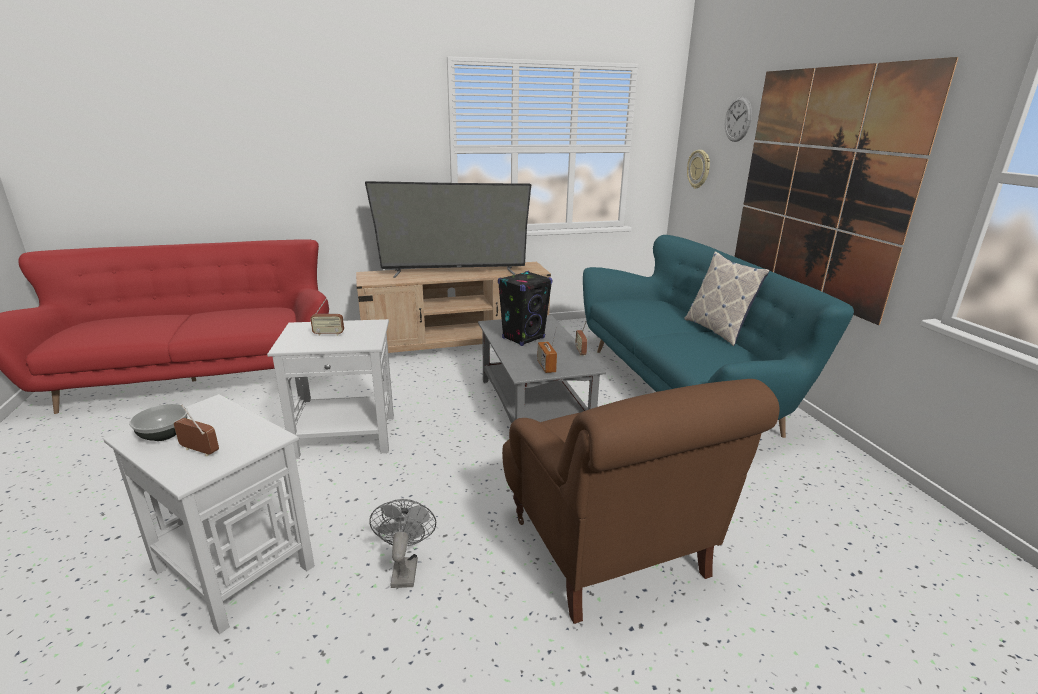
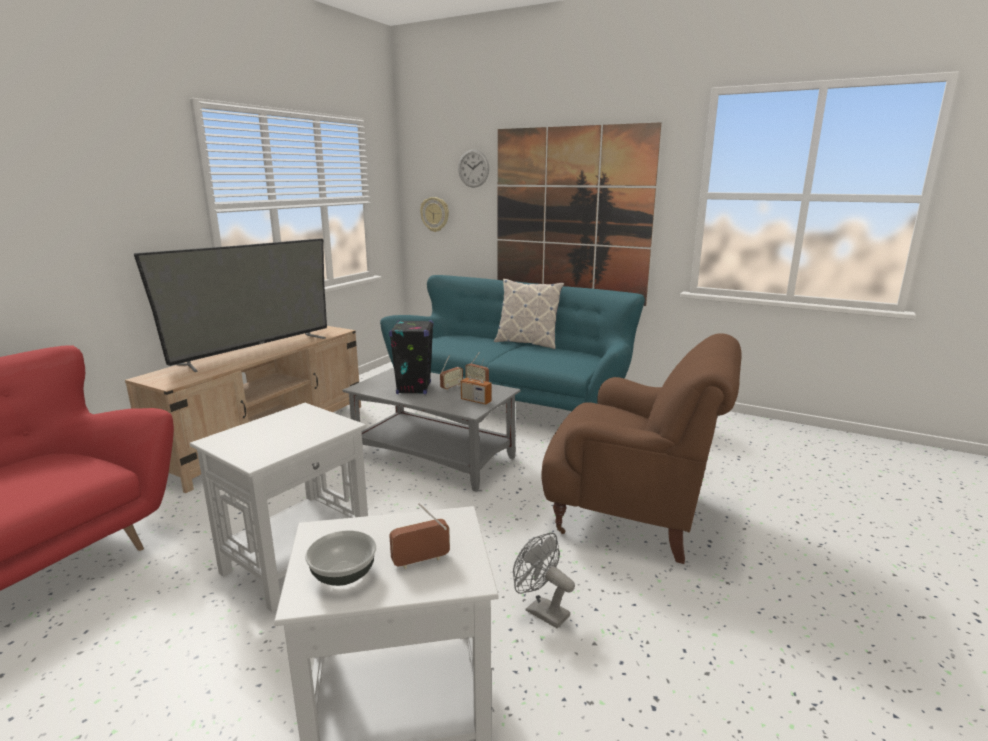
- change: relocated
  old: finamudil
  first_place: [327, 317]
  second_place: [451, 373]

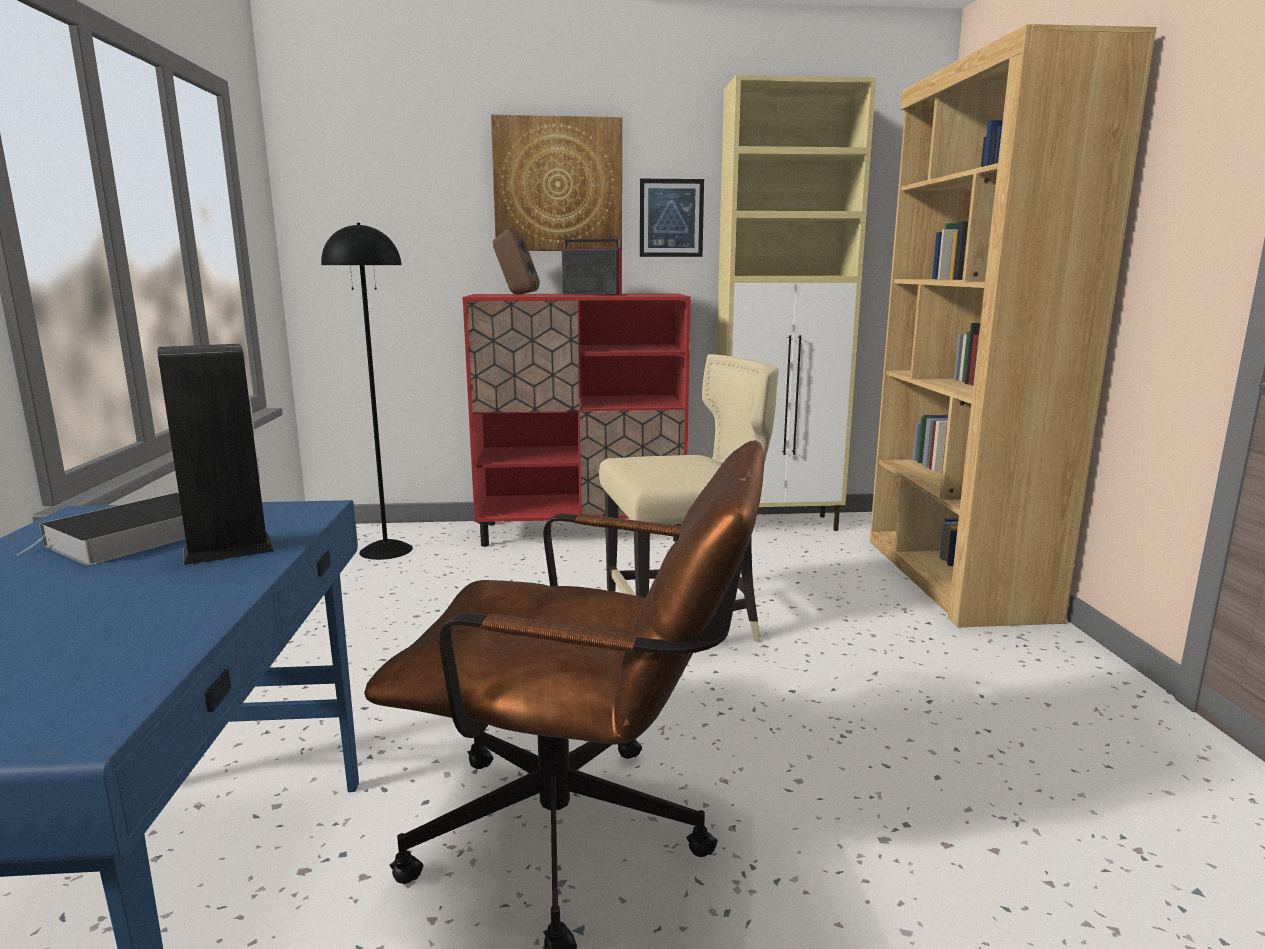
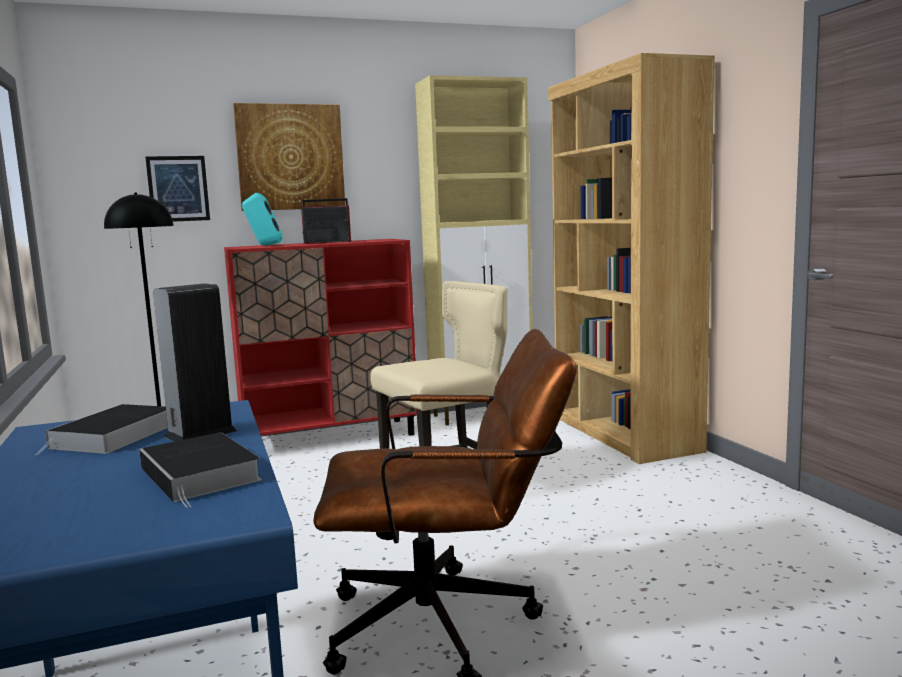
- change: colour
  old: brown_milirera
  new: turquoise_milirera
  first_place: [516, 261]
  second_place: [262, 219]
- change: relocated
  old: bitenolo
  first_place: [672, 218]
  second_place: [177, 189]
- change: appeared
  new: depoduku
  second_place: [200, 470]

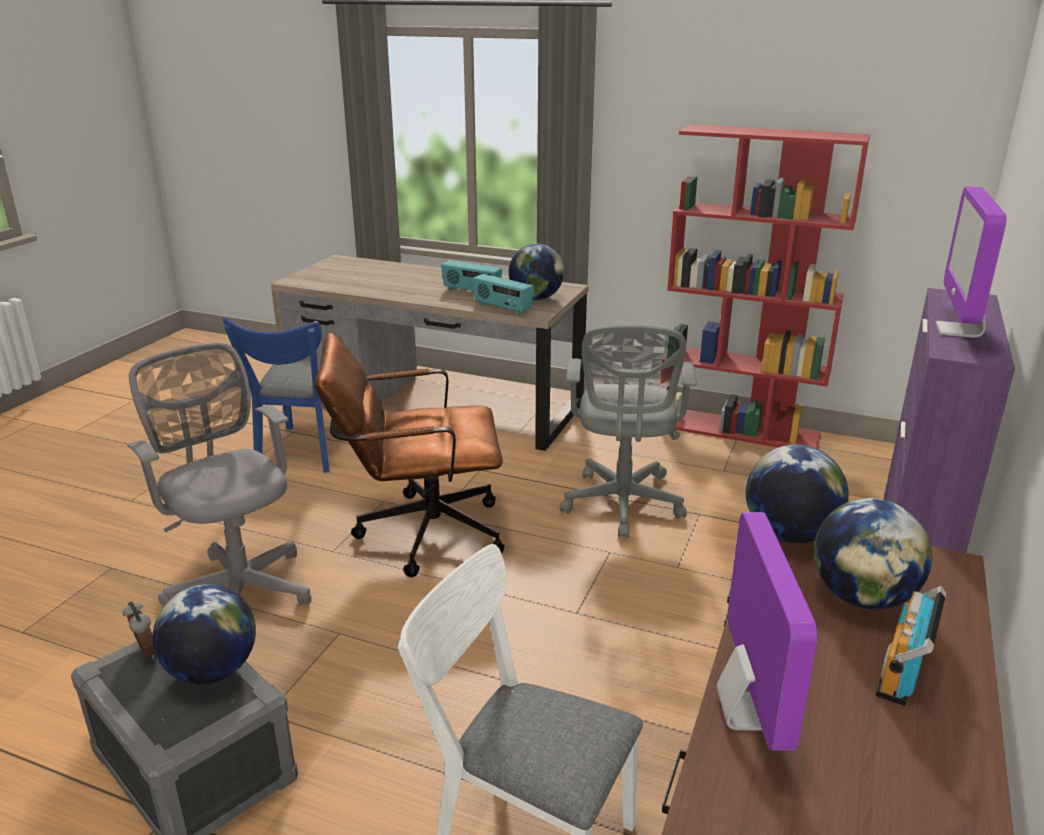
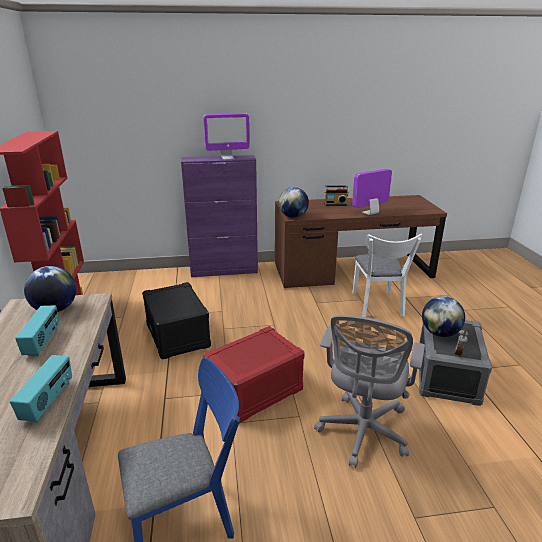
- change: exchanged
  old: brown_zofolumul
  new: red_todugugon
  first_place: [410, 455]
  second_place: [254, 374]
- change: relocated
  old: finamudil
  first_place: [503, 294]
  second_place: [41, 389]
- change: exchanged
  old: grey_zofolumul
  new: black_todugugon
  first_place: [628, 431]
  second_place: [176, 320]
- change: missing
  old: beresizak
  first_place: [873, 553]

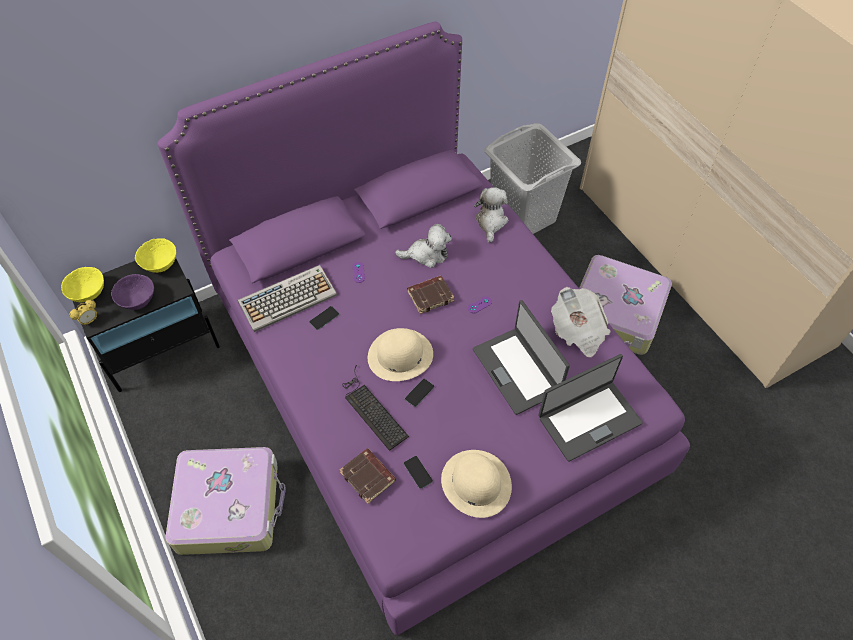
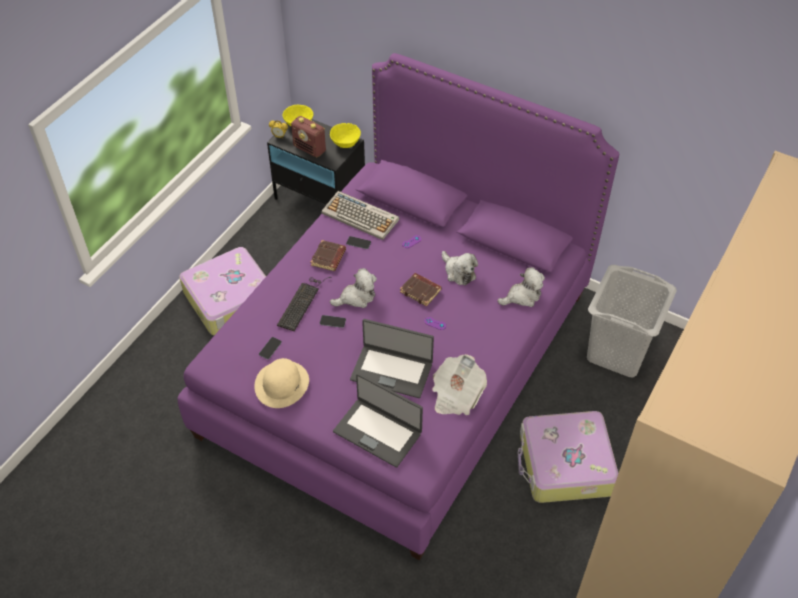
- change: exchanged
  old: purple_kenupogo
  new: finamudil
  first_place: [132, 292]
  second_place: [308, 136]
- change: relocated
  old: brown_depoduku
  first_place: [368, 476]
  second_place: [328, 255]
- change: exchanged
  old: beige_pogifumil
  new: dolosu
  first_place: [400, 354]
  second_place: [353, 288]
- change: spun
  old: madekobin
  first_place: [521, 357]
  second_place: [392, 358]
  degrees: -105

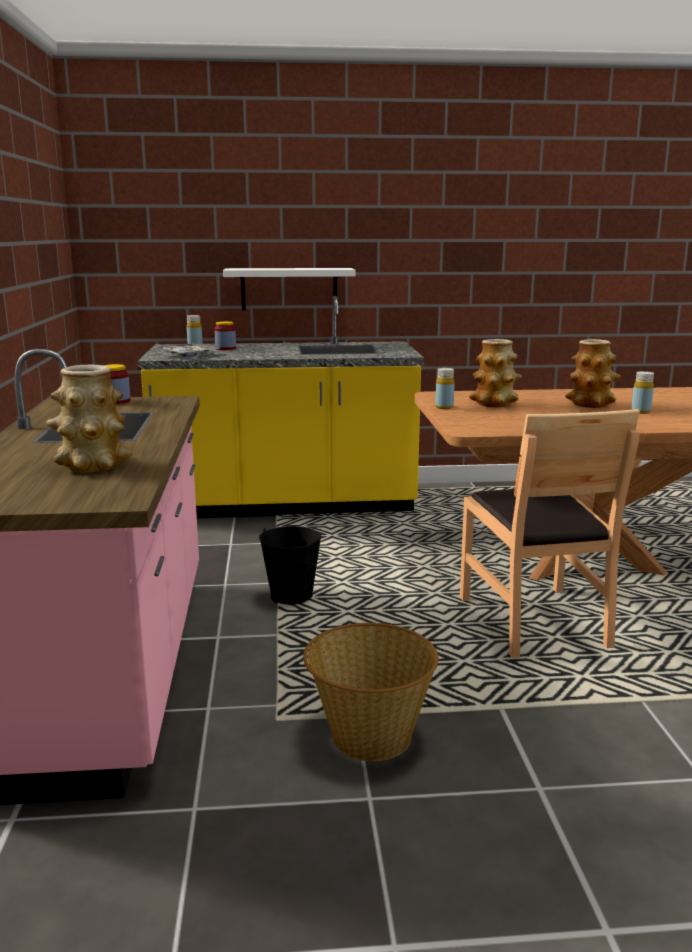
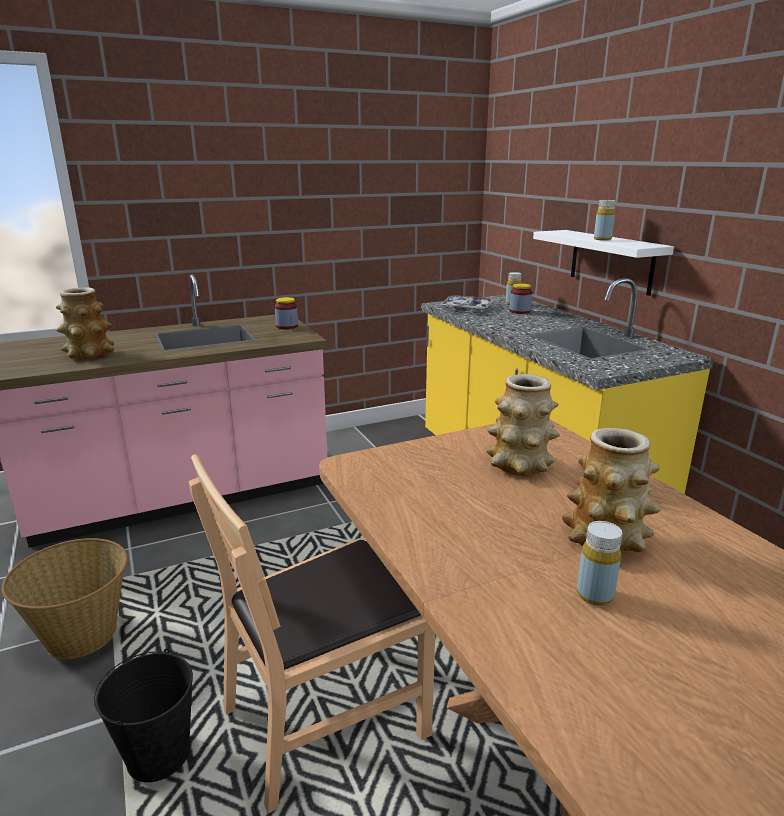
- change: relocated
  old: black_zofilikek
  first_place: [290, 565]
  second_place: [143, 715]
- change: relocated
  old: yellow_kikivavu
  first_place: [445, 388]
  second_place: [605, 220]

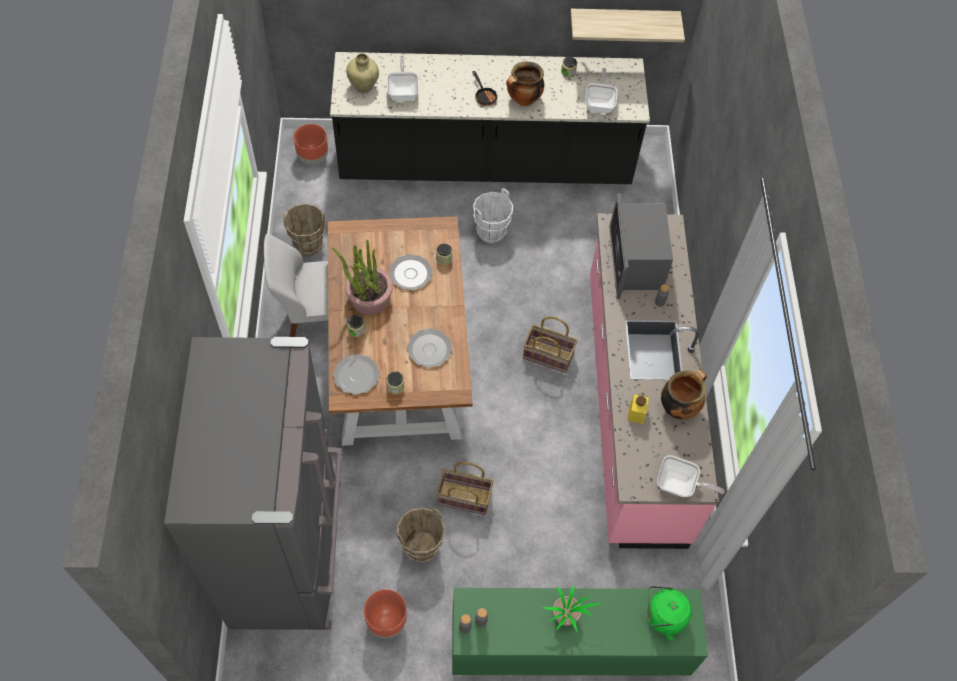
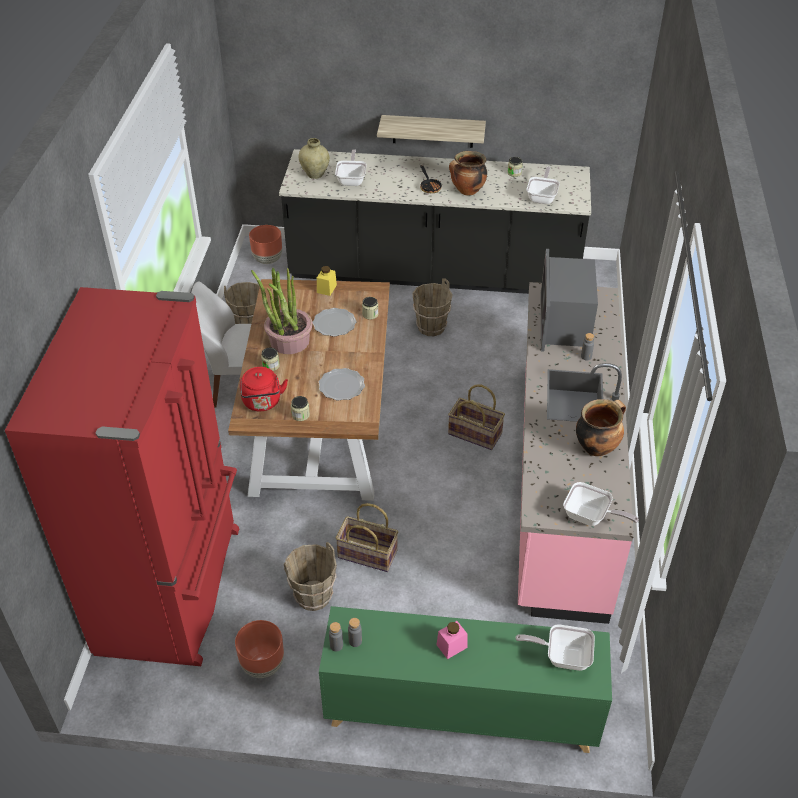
- change: colour
  old: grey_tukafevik
  new: red_tukafevik
  first_place: [253, 483]
  second_place: [122, 476]
- change: exchanged
  old: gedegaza
  new: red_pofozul
  first_place: [356, 374]
  second_place: [264, 389]
- change: colour
  old: white_zofilikek
  new: brown_zofilikek
  first_place: [493, 215]
  second_place: [432, 307]
- change: exchanged
  old: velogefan
  new: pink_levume
  first_place: [571, 609]
  second_place: [452, 640]
- change: relocated
  old: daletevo
  first_place: [628, 25]
  second_place: [431, 131]
- change: relocated
  old: yellow_levume
  first_place: [638, 409]
  second_place: [327, 281]
- change: exchanged
  old: green_pofozul
  new: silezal
  first_place: [669, 613]
  second_place: [555, 648]

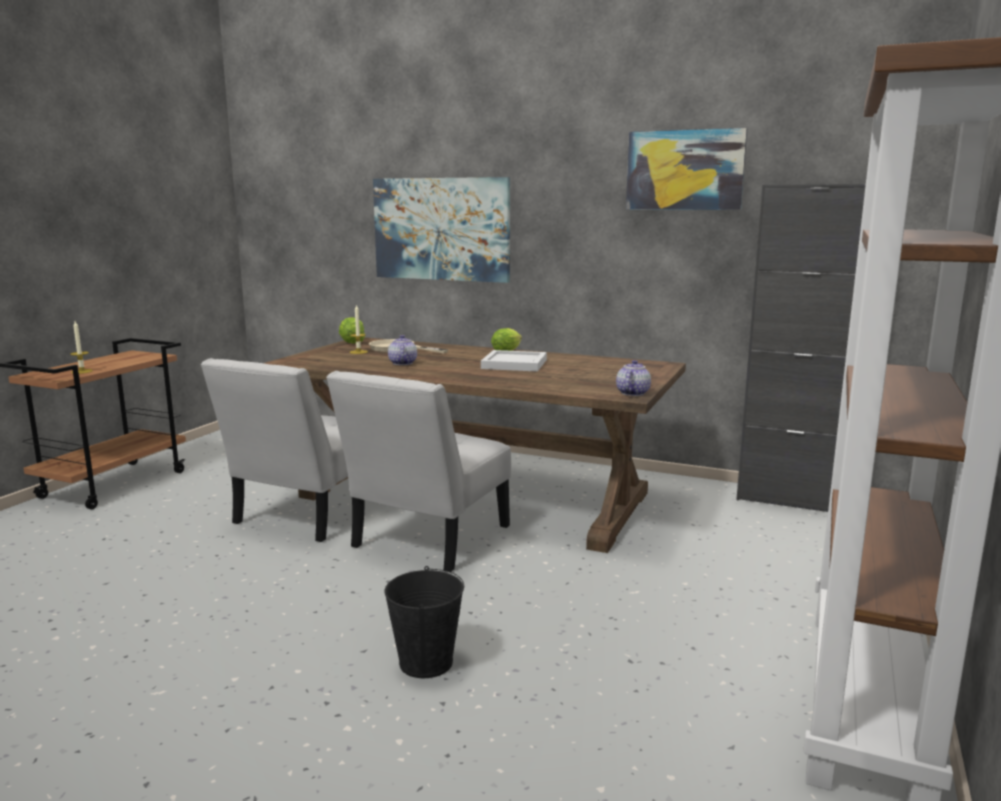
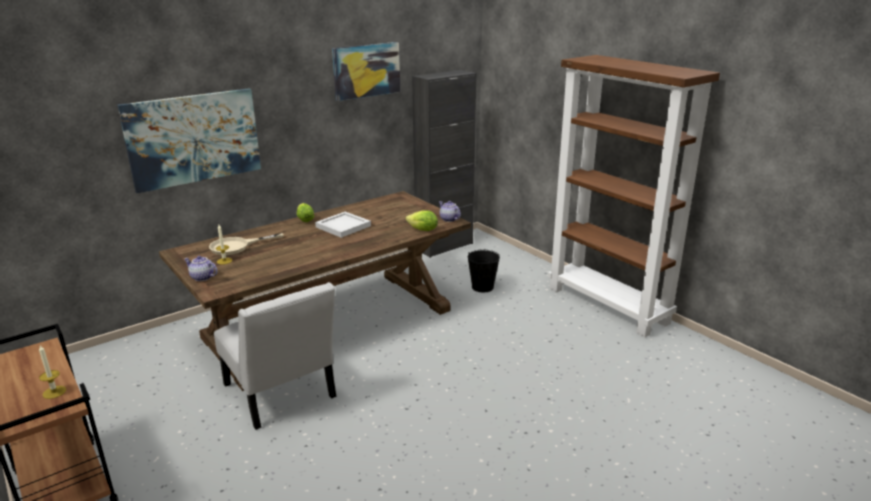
- change: missing
  old: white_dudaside
  first_place: [418, 471]
- change: relocated
  old: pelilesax
  first_place: [352, 330]
  second_place: [422, 220]
- change: relocated
  old: black_zofilikek
  first_place: [424, 622]
  second_place: [484, 271]
- change: relocated
  old: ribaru
  first_place: [402, 350]
  second_place: [201, 268]

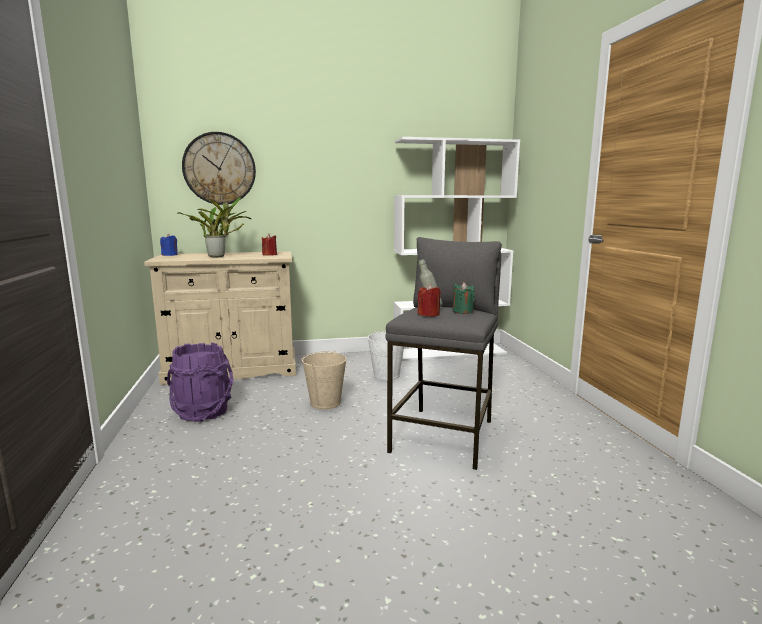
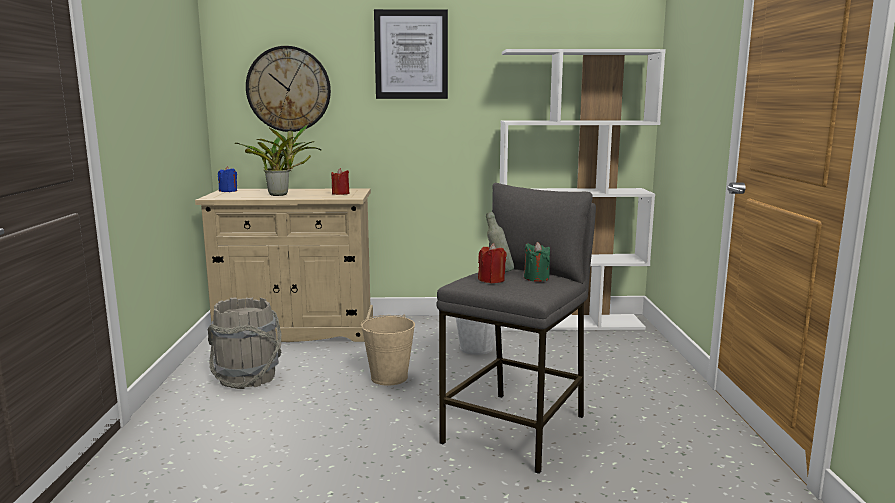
- change: colour
  old: purple_zofilikek
  new: grey_zofilikek
  first_place: [200, 382]
  second_place: [245, 343]
- change: appeared
  new: bitenolo
  second_place: [411, 54]

